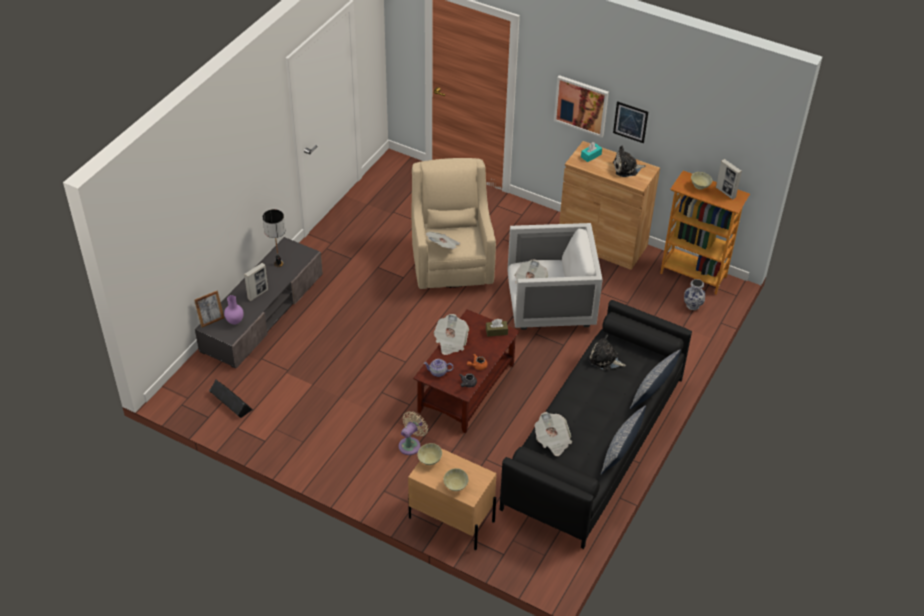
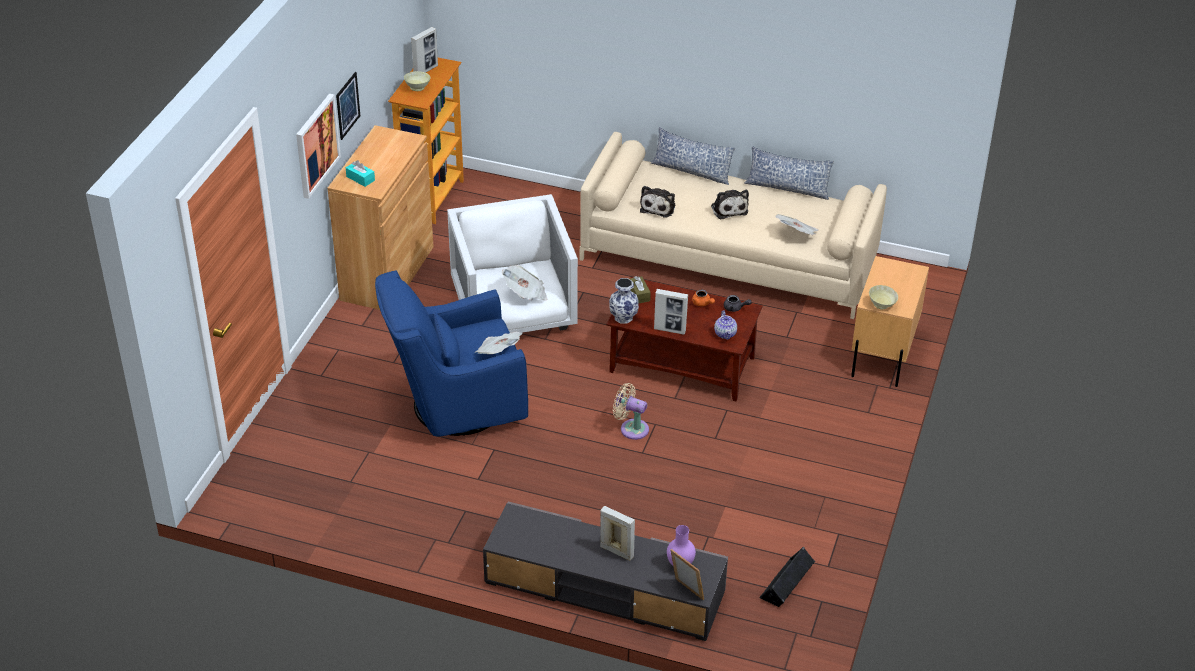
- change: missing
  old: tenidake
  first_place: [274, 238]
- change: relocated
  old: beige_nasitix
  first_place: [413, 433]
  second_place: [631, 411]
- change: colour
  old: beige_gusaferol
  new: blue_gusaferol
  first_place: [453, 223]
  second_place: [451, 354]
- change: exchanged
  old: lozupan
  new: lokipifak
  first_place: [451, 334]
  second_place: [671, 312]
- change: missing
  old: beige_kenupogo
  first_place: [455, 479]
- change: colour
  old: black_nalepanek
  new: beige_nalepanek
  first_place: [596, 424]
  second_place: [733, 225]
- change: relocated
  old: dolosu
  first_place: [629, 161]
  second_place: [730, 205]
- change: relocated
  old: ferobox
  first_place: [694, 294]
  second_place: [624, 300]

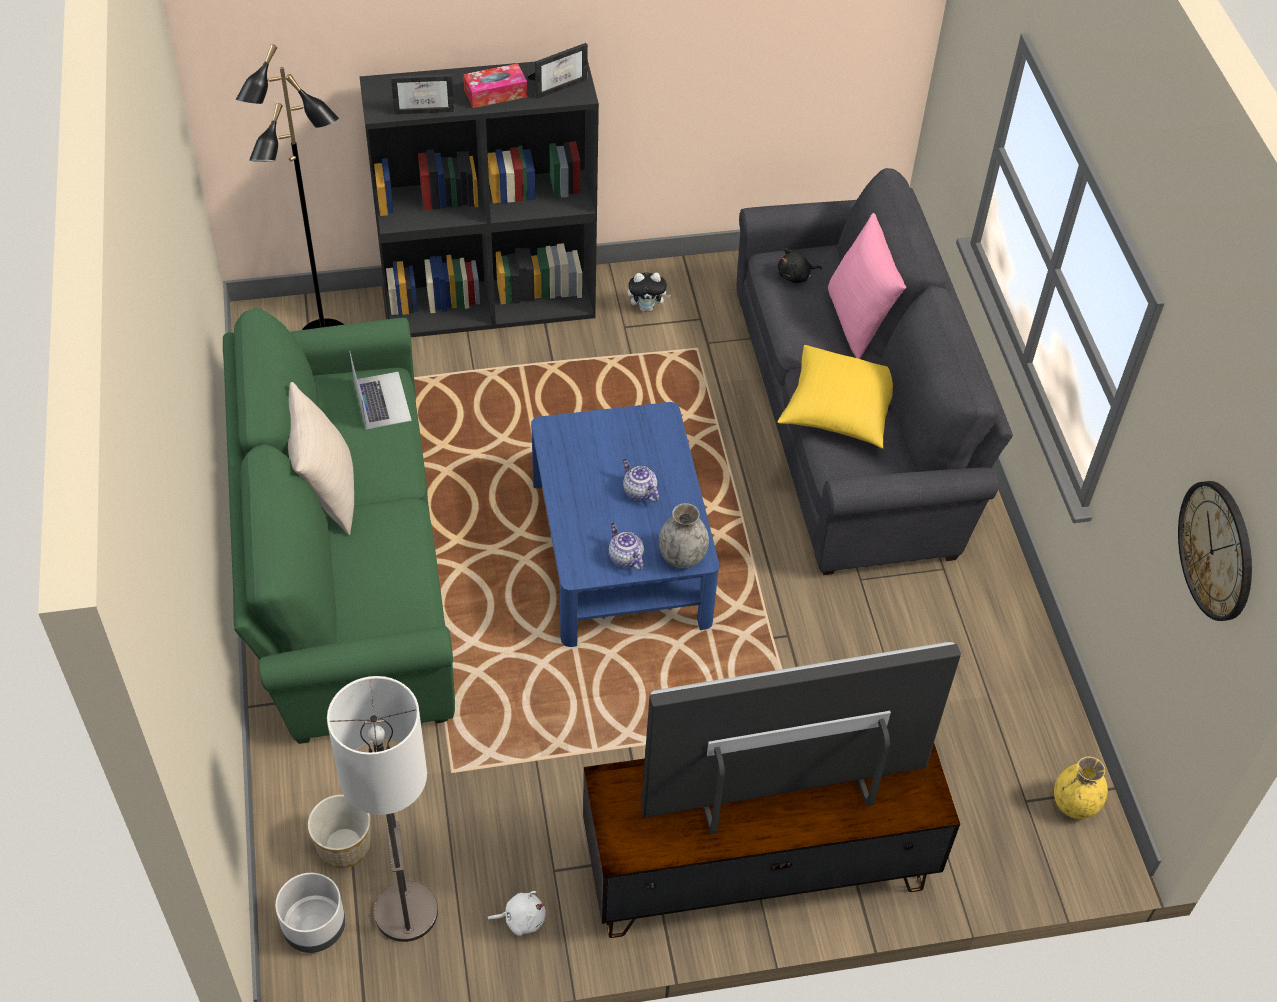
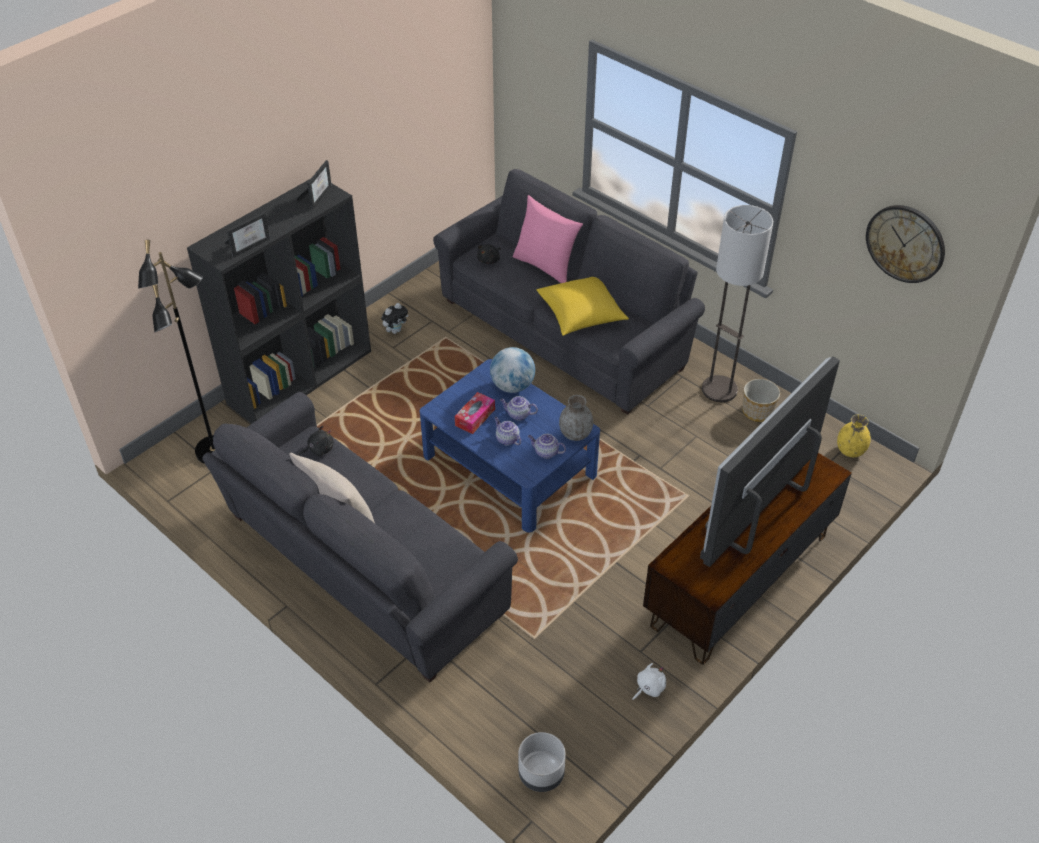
- change: colour
  old: green_nalepanek
  new: grey_nalepanek
  first_place: [339, 526]
  second_place: [360, 537]
- change: relocated
  old: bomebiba
  first_place: [339, 831]
  second_place: [761, 400]
- change: relocated
  old: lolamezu
  first_place: [382, 809]
  second_place: [737, 303]
- change: exchanged
  old: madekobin
  new: black_dolosu
  first_place: [381, 391]
  second_place: [316, 441]
- change: relocated
  old: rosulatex
  first_place: [495, 85]
  second_place: [475, 413]
- change: appeared
  new: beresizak
  second_place: [512, 370]
- change: appeared
  new: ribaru
  second_place: [507, 431]

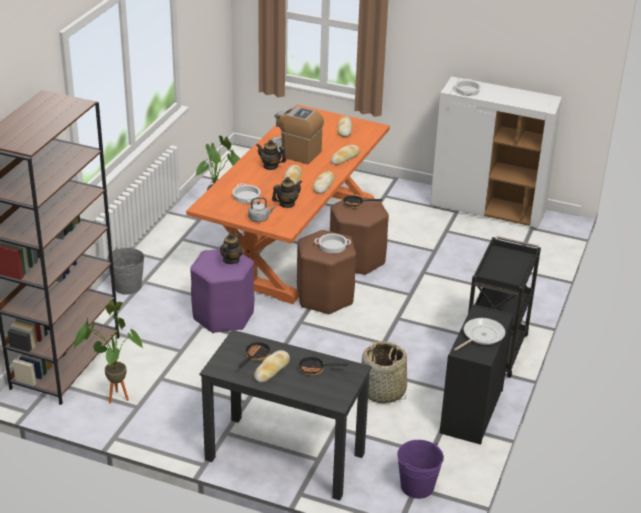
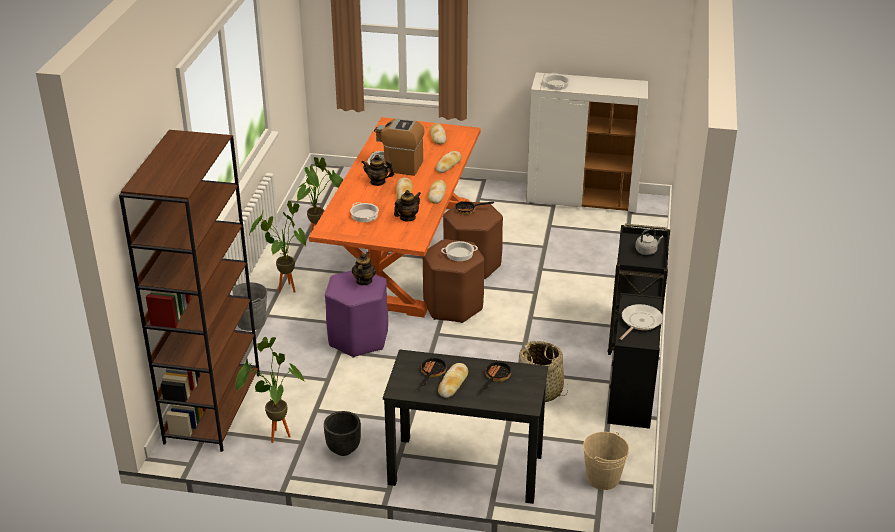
- change: relocated
  old: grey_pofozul
  first_place: [261, 209]
  second_place: [649, 241]
- change: spun
  old: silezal
  first_place: [324, 366]
  second_place: [497, 374]
  degrees: 120
- change: colour
  old: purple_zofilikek
  new: beige_zofilikek
  first_place: [420, 469]
  second_place: [606, 461]
- change: appeared
  new: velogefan
  second_place: [277, 247]
- change: appeared
  new: black_bomebiba
  second_place: [342, 433]

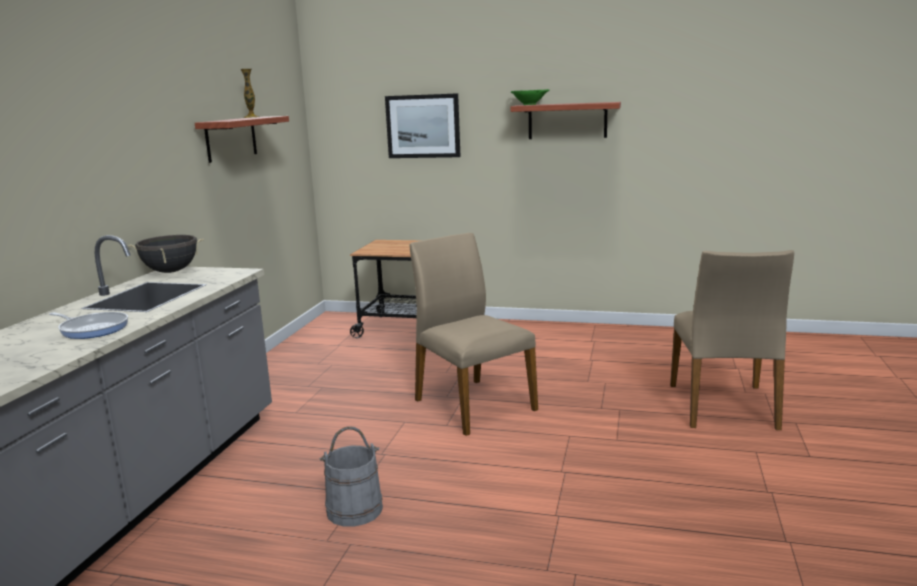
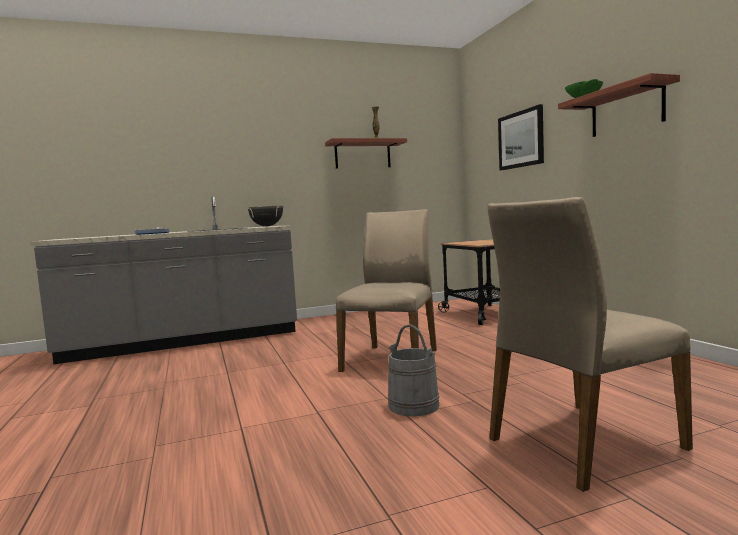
- change: relocated
  old: grey_zofilikek
  first_place: [351, 476]
  second_place: [413, 370]

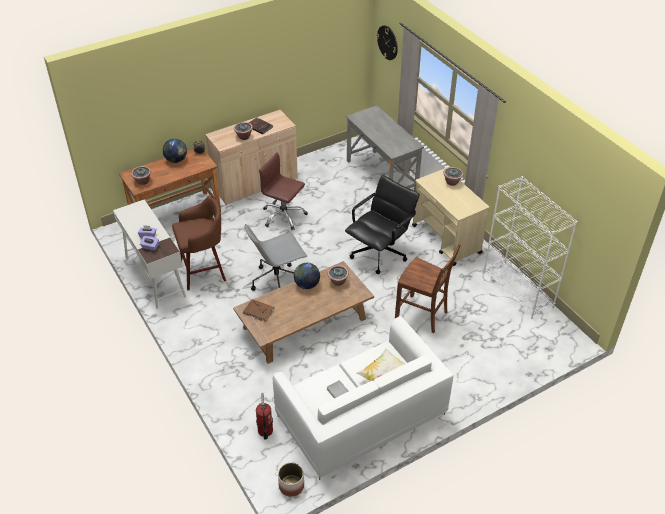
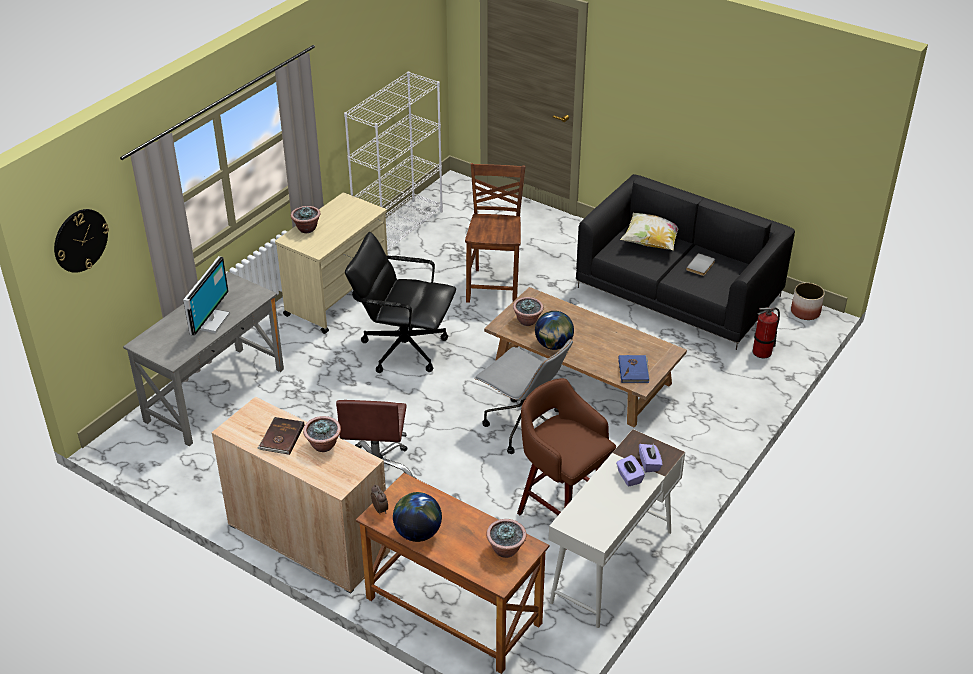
- change: colour
  old: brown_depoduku
  new: blue_depoduku
  first_place: [258, 310]
  second_place: [634, 369]
- change: colour
  old: white_nalepanek
  new: black_nalepanek
  first_place: [363, 398]
  second_place: [685, 262]
- change: appeared
  new: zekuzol
  second_place: [206, 296]

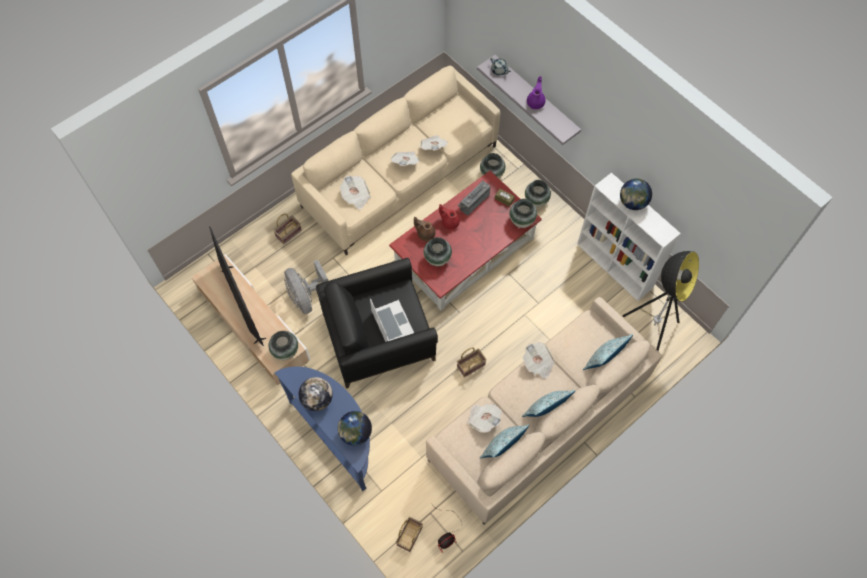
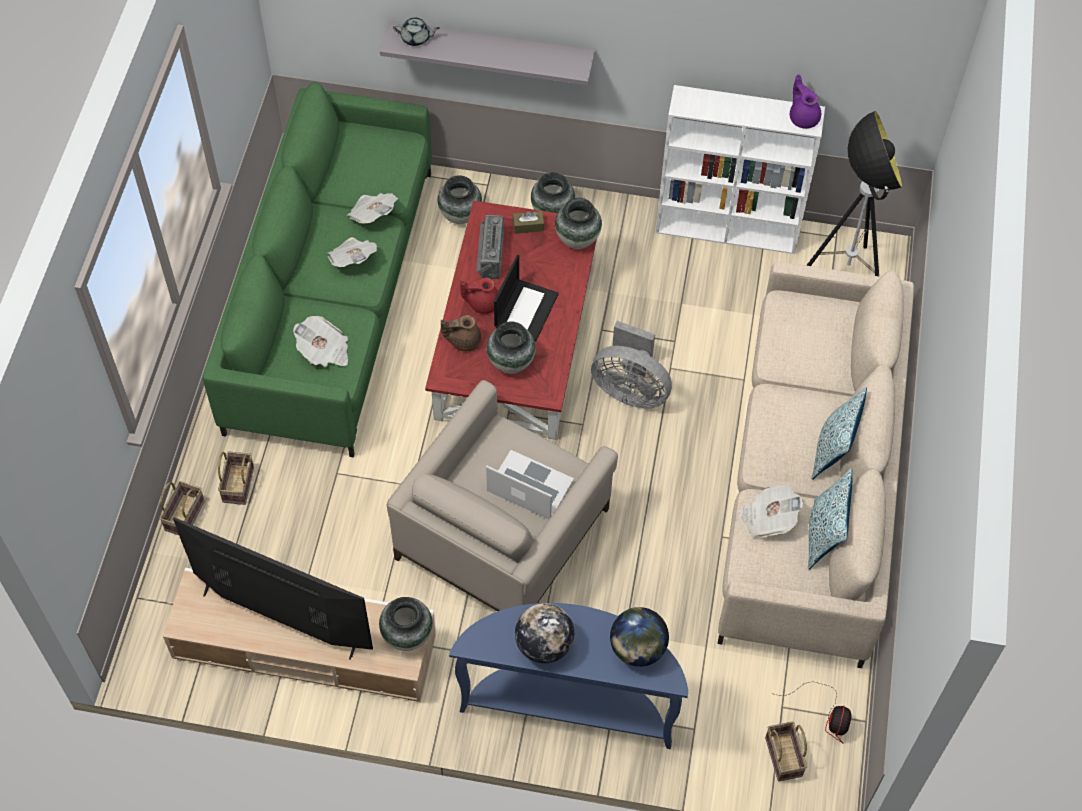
- change: relocated
  old: grey_nasitix
  first_place: [306, 287]
  second_place: [631, 364]
- change: colour
  old: beige_nalepanek
  new: green_nalepanek
  first_place: [395, 160]
  second_place: [317, 270]
- change: colour
  old: black_gusaferol
  new: beige_gusaferol
  first_place: [377, 323]
  second_place: [502, 495]
- change: relocated
  old: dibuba
  first_place: [472, 362]
  second_place: [182, 508]
- change: missing
  old: lozupan
  first_place: [539, 360]
- change: relocated
  old: purple_ribaru
  first_place: [536, 92]
  second_place: [805, 101]
- change: missing
  old: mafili
  first_place: [608, 352]
- change: missing
  old: beresizak
  first_place: [636, 194]
- change: appeared
  new: madekobin
  second_place: [526, 298]

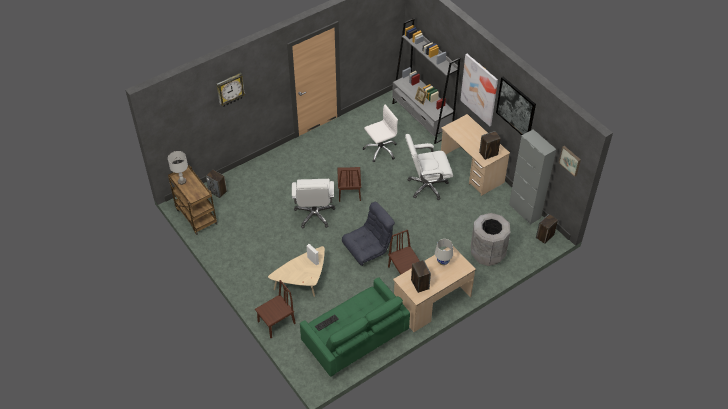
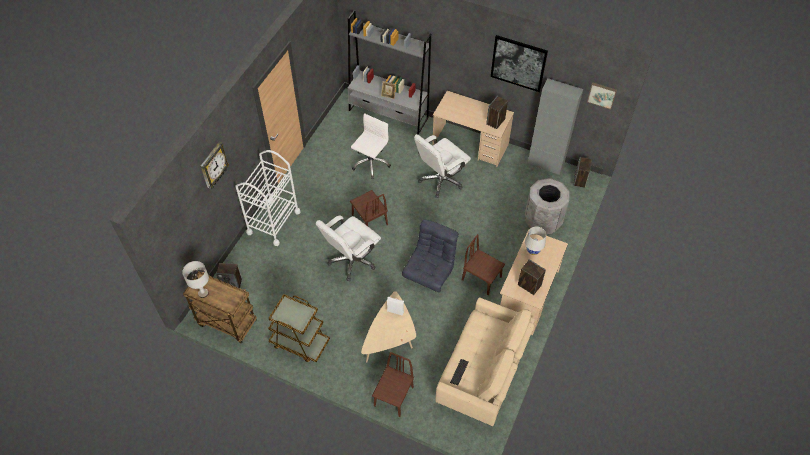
- change: spun
  old: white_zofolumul
  first_place: [314, 203]
  second_place: [348, 248]
  degrees: 75
- change: colour
  old: green_nalepanek
  new: beige_nalepanek
  first_place: [355, 327]
  second_place: [485, 362]
- change: missing
  old: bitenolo
  first_place: [479, 90]
- change: appeared
  new: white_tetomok
  second_place: [268, 198]
- change: appeared
  new: brown_tetomok
  second_place: [299, 328]

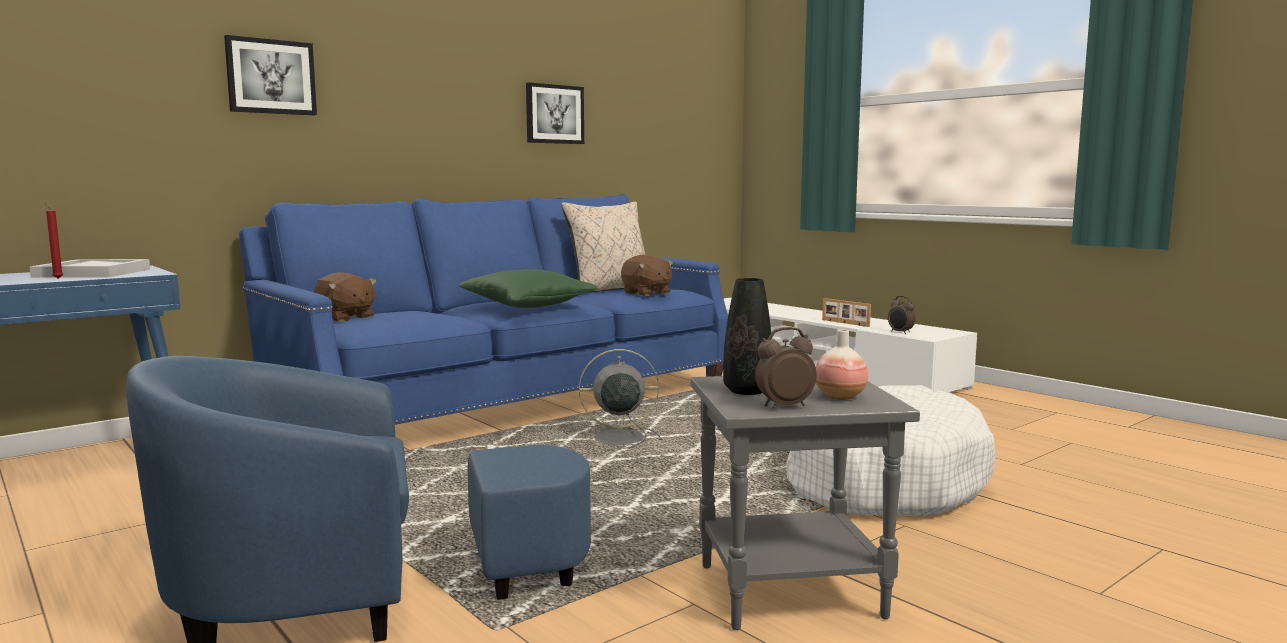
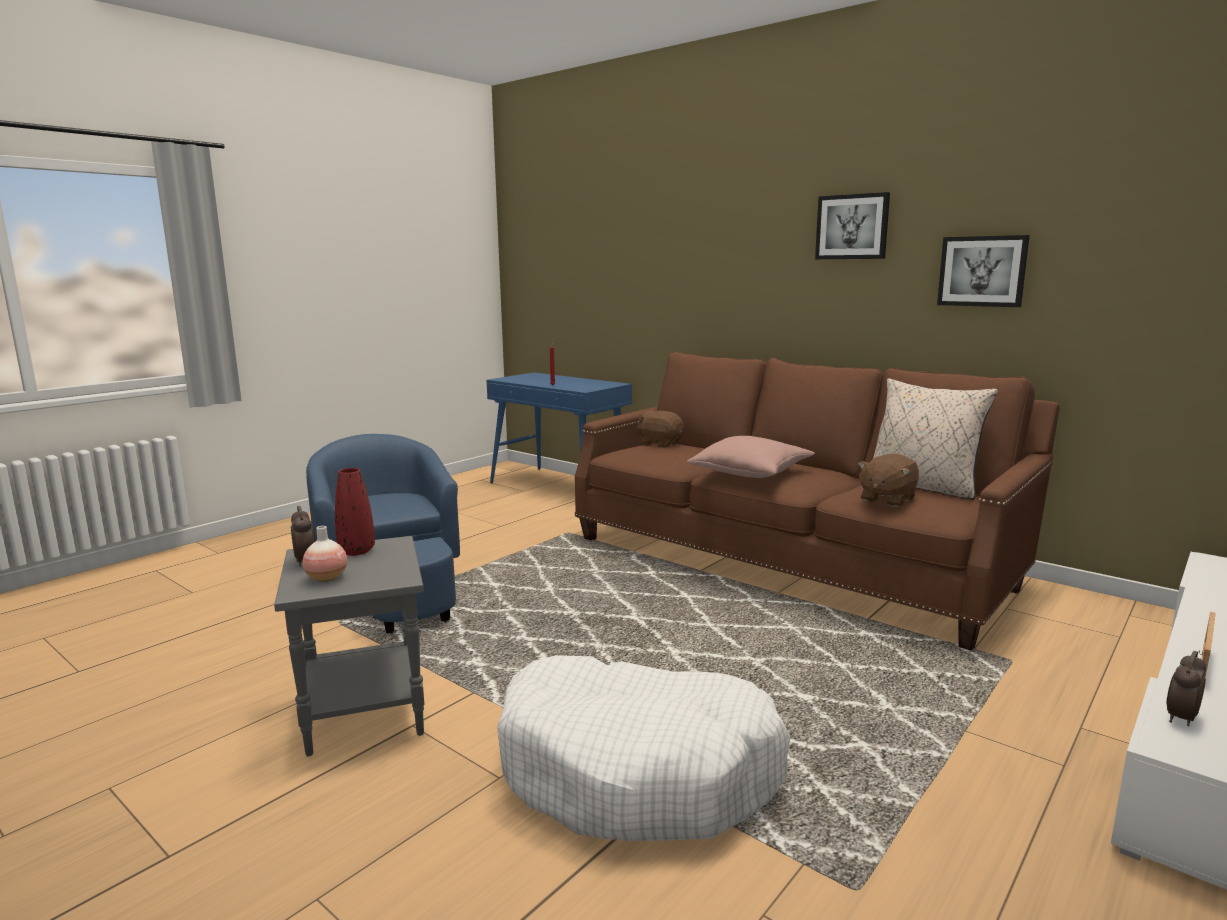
- change: missing
  old: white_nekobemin
  first_place: [90, 268]
- change: relocated
  old: bitenolo
  first_place: [270, 75]
  second_place: [852, 225]
- change: colour
  old: blue_nalepanek
  new: brown_nalepanek
  first_place: [483, 309]
  second_place: [817, 501]
- change: spun
  old: brown_dolosu
  first_place: [345, 297]
  second_place: [660, 429]
  degrees: 90
- change: colour
  old: green_mafili
  new: pink_mafili
  first_place: [527, 288]
  second_place: [751, 457]
- change: missing
  old: grey_nasitix
  first_place: [621, 399]
- change: colour
  old: black_ferobox
  new: red_ferobox
  first_place: [747, 336]
  second_place: [355, 512]

